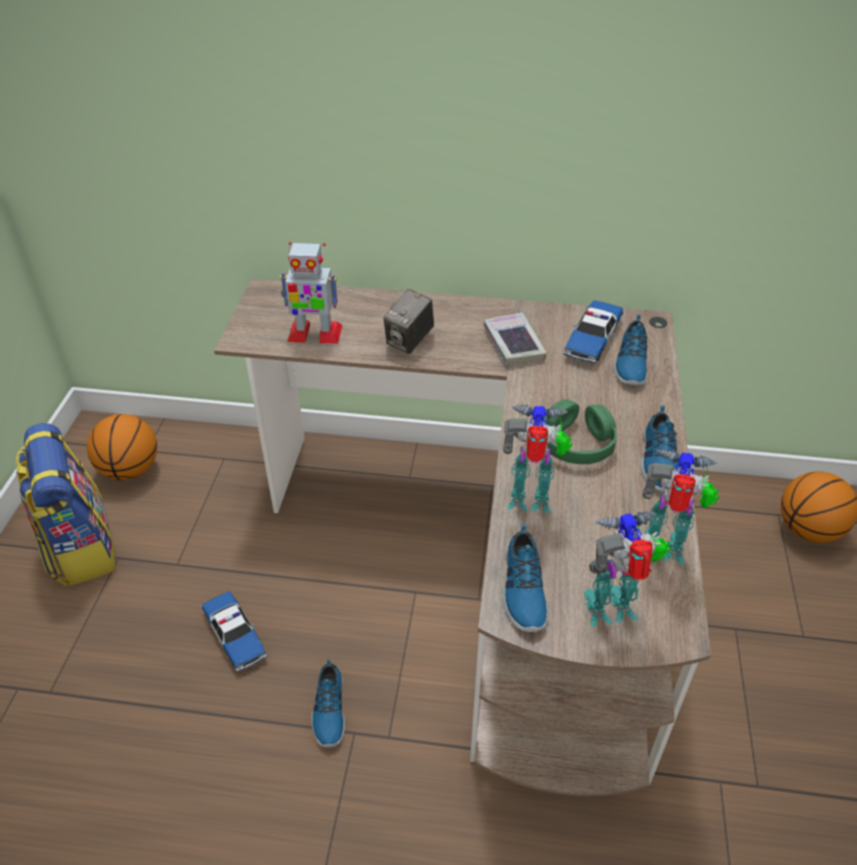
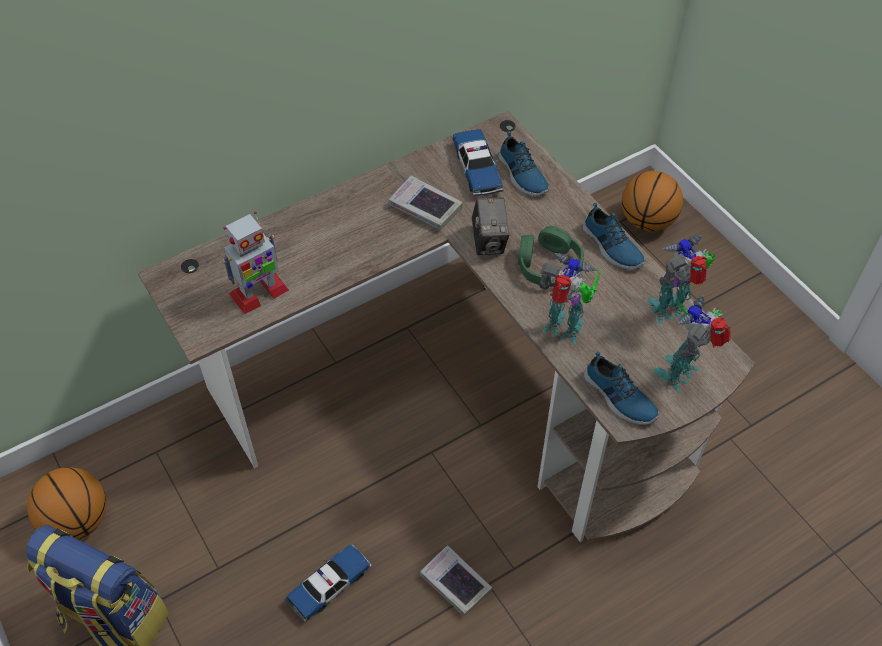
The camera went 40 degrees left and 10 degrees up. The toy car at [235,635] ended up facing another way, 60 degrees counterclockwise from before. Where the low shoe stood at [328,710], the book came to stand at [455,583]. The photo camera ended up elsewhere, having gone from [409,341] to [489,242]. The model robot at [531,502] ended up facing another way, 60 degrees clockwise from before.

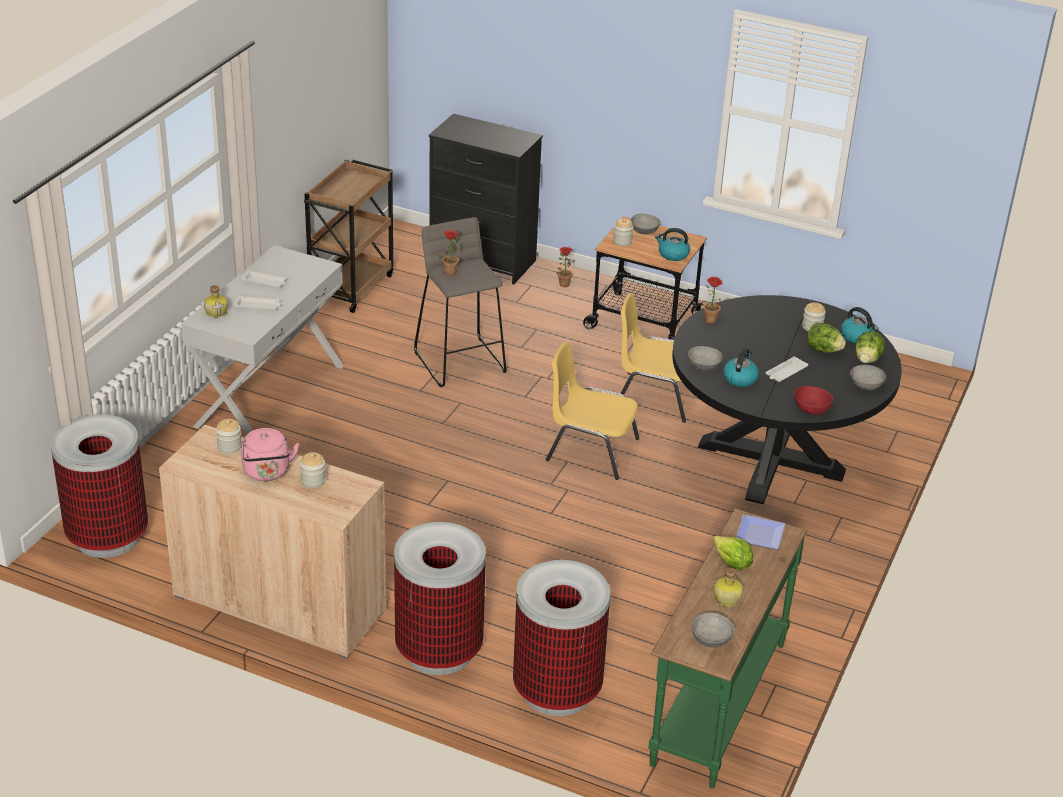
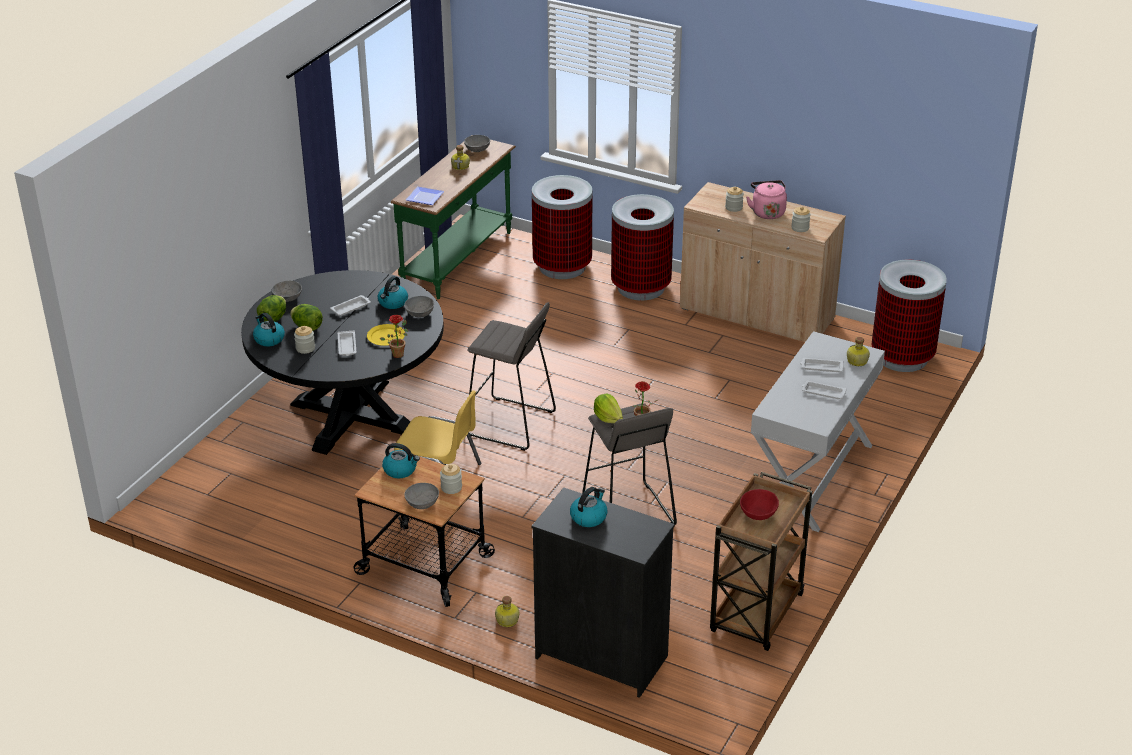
The camera went 175 degrees left and 0 degrees up. Where the yellow chair stood at [590,450], the grey sitting stool came to stand at [510,424]. Where the potted plant stood at [563,283], the drink bottle came to stand at [507,620]. The lettuce head ended up elsewhere, having gone from [732,563] to [608,418]. The red-coloured bowl ended up elsewhere, having gone from [811,409] to [758,513]. The second view gained the white-coloured tray at [347,346]. The second view gained the yellow flat dish at [386,337]. The second view gained the water kettle at [589,517].

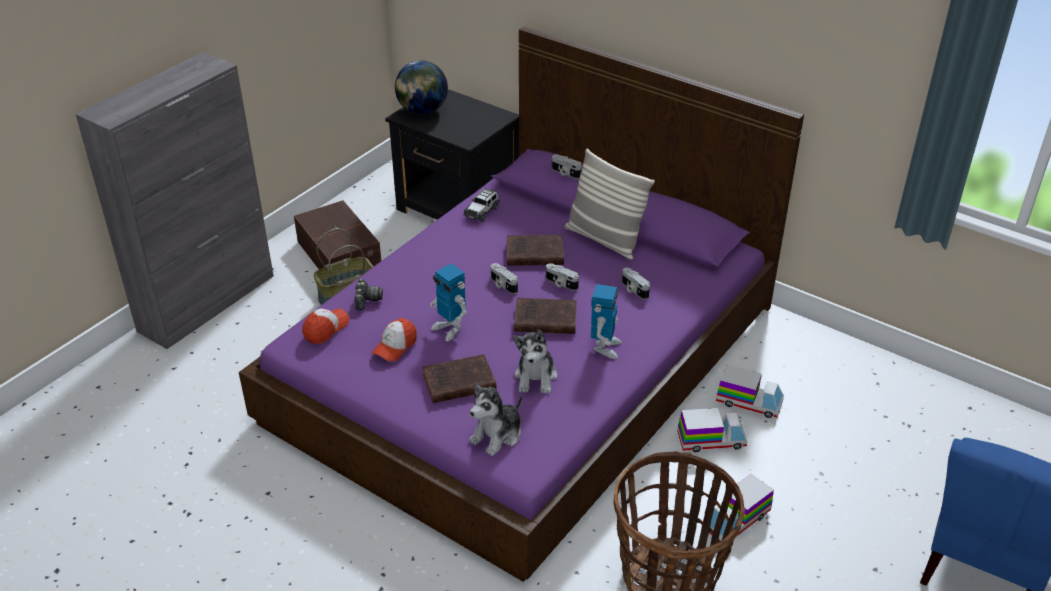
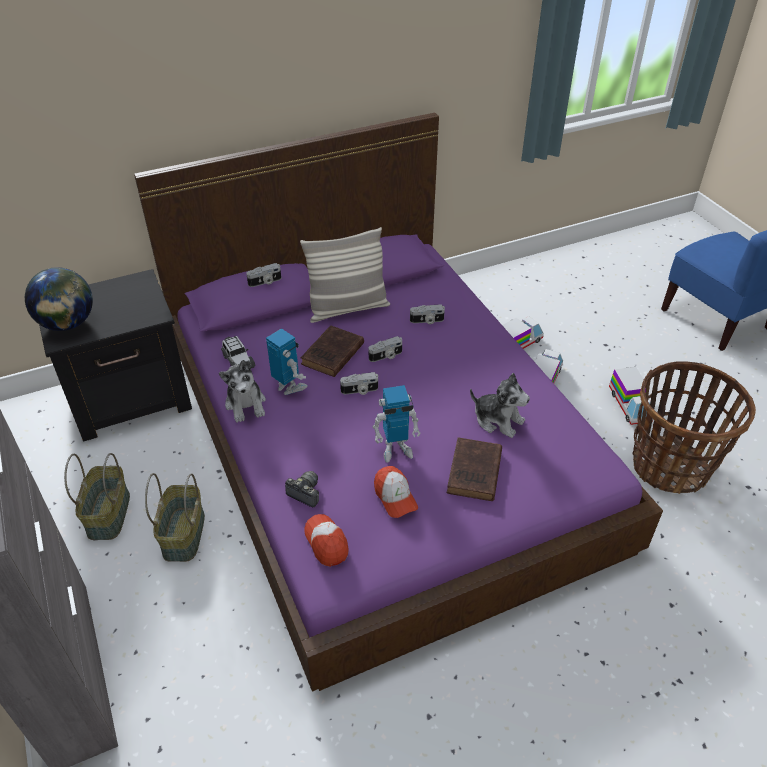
The camera went 60 degrees left and 5 degrees up. Where the brownish storage bin stood at [340,254], the basket came to stand at [108,514]. The soft toy ended up elsewhere, having gone from [497,435] to [246,404]. The second view lost the brownish book at [543,320]. The model robot ended up elsewhere, having gone from [605,348] to [289,387].

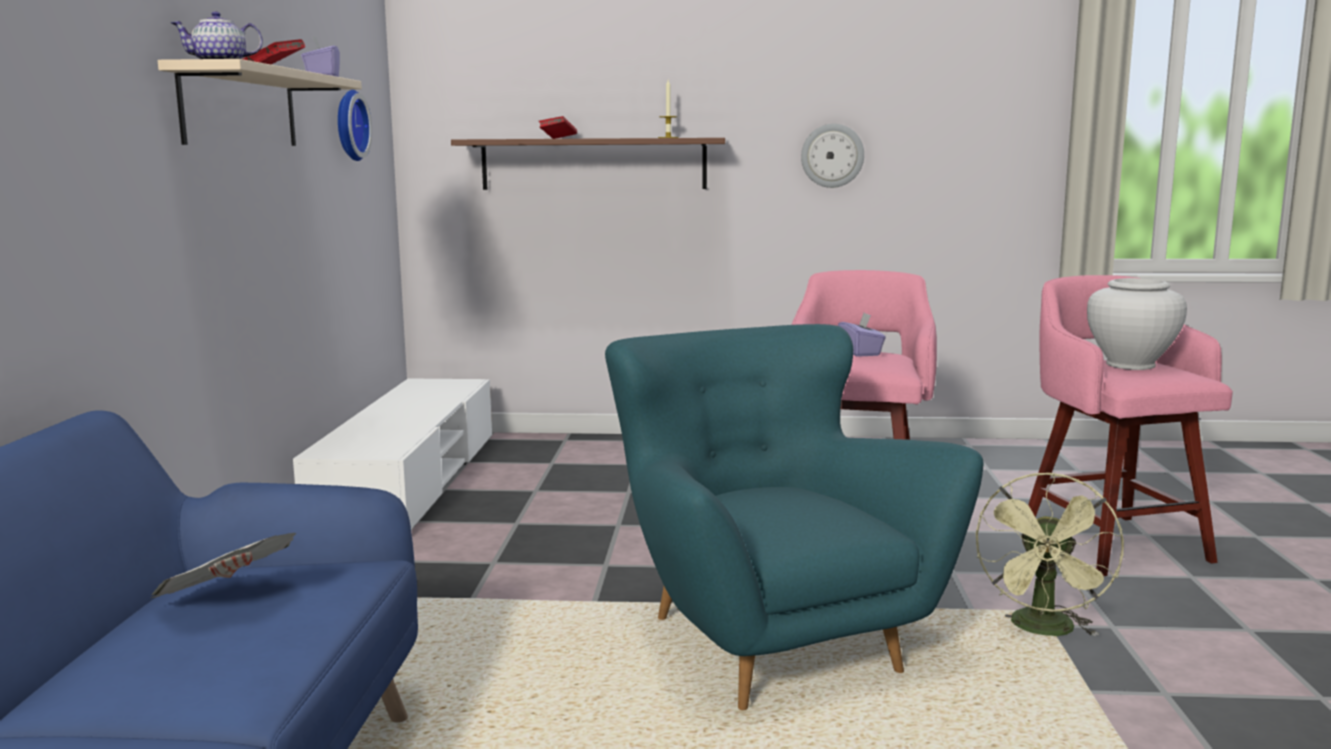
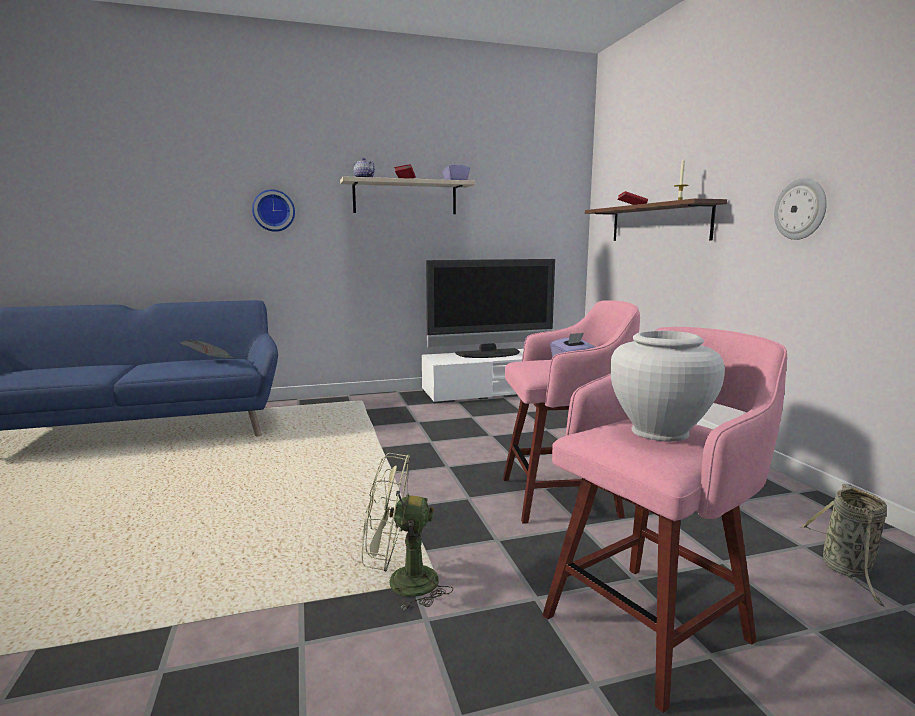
The camera went 70 degrees right and 0 degrees up. The wall clock ended up elsewhere, having gone from [348,125] to [274,210]. The second view lost the turquoise easy chair at [767,642]. The second view gained the TV set at [490,354]. The second view gained the basket at [847,570].

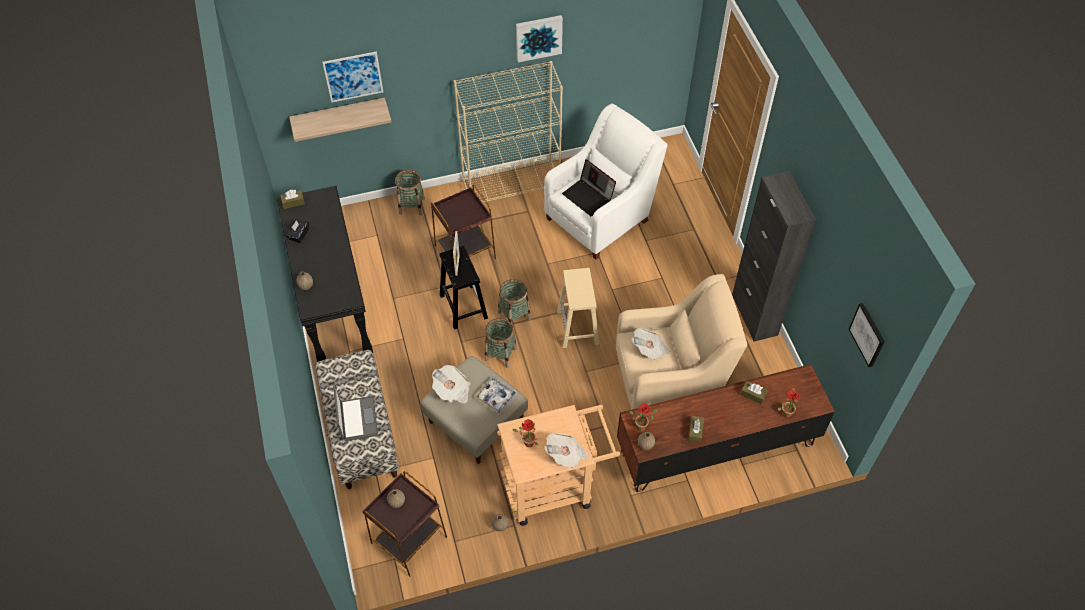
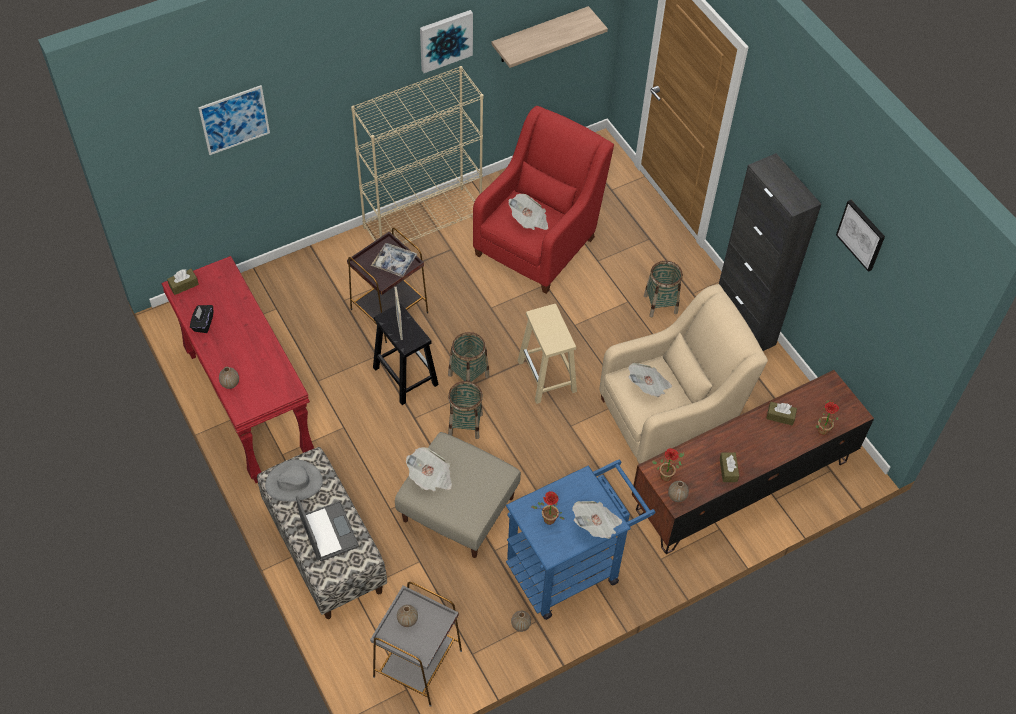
The camera went 15 degrees left and 0 degrees up. What was the black console table at [334,308] turned into the red-coloured console table at [248,406]. The wall shelf ended up elsewhere, having gone from [339,116] to [539,35]. What was the brownish end table at [409,539] turned into the grey end table at [418,663]. The basket ended up elsewhere, having gone from [412,206] to [660,304]. The tray ended up elsewhere, having gone from [496,396] to [394,263]. What was the sand-coloured cart at [555,486] turned into the bluish cart at [571,567]. What was the white-coloured easy chair at [601,217] turned into the red-coloured easy chair at [538,242]. Where the notebook computer stood at [589,197], the printed paper came to stand at [529,220]. The wall art ended up elsewhere, having gone from [868,334] to [861,234]. The second view gained the grey wearable hat at [294,483].

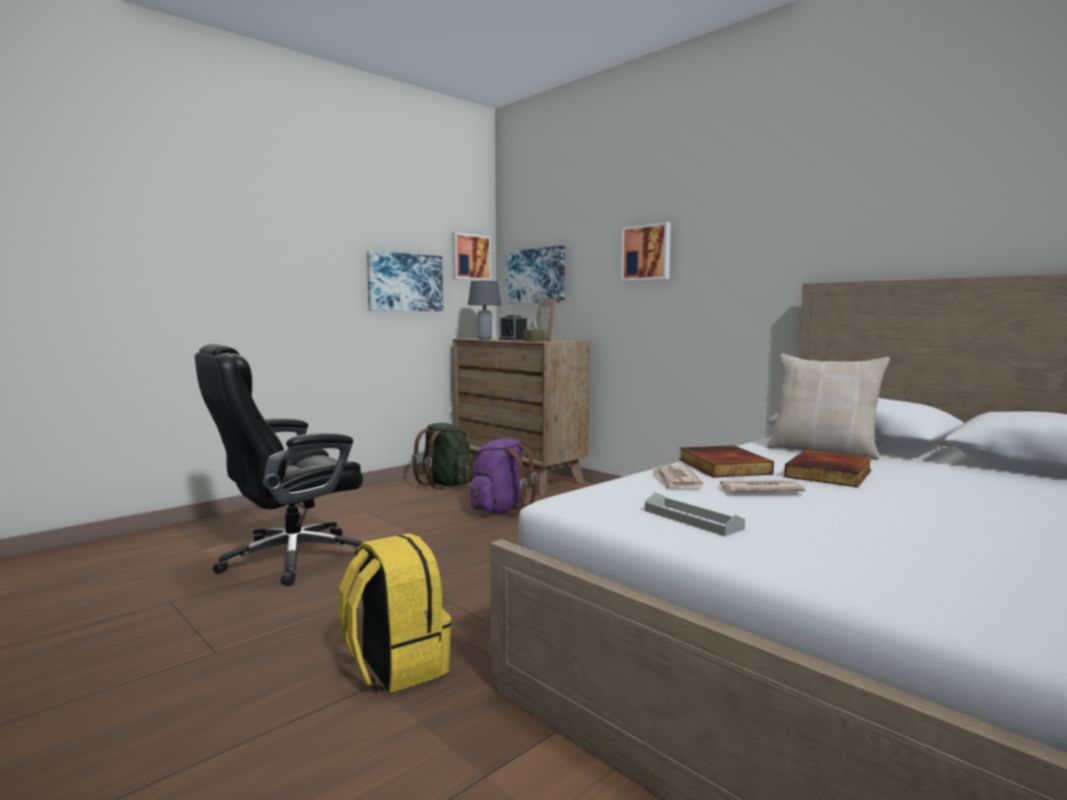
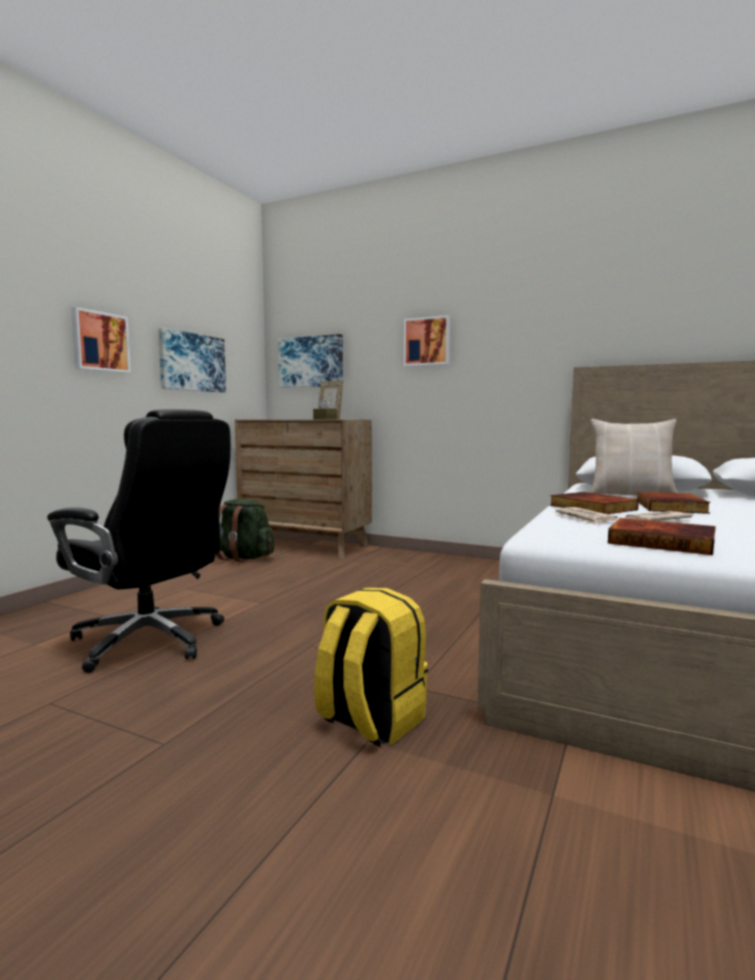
The camera went 20 degrees left and 0 degrees up. The black computer chair at [289,559] ended up facing another way, 90 degrees counterclockwise from before. The wall art ended up elsewhere, having gone from [470,257] to [100,342]. The second view lost the grey lamp for a table at [484,339]. The second view lost the purple-coloured backpack at [500,510]. The second view lost the bedside clock at [513,339]. Where the grey tray stood at [692,519], the book came to stand at [662,541].

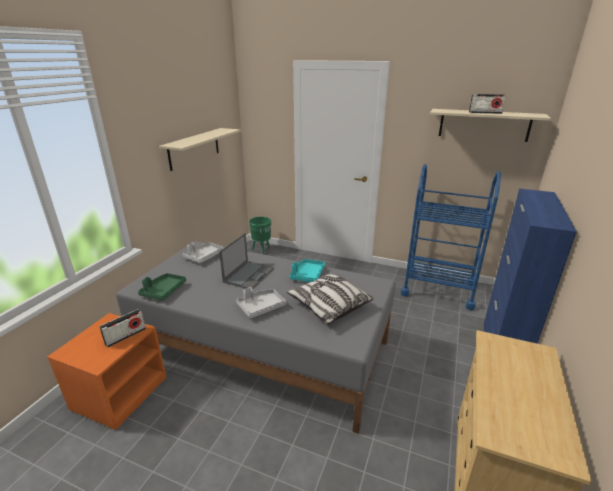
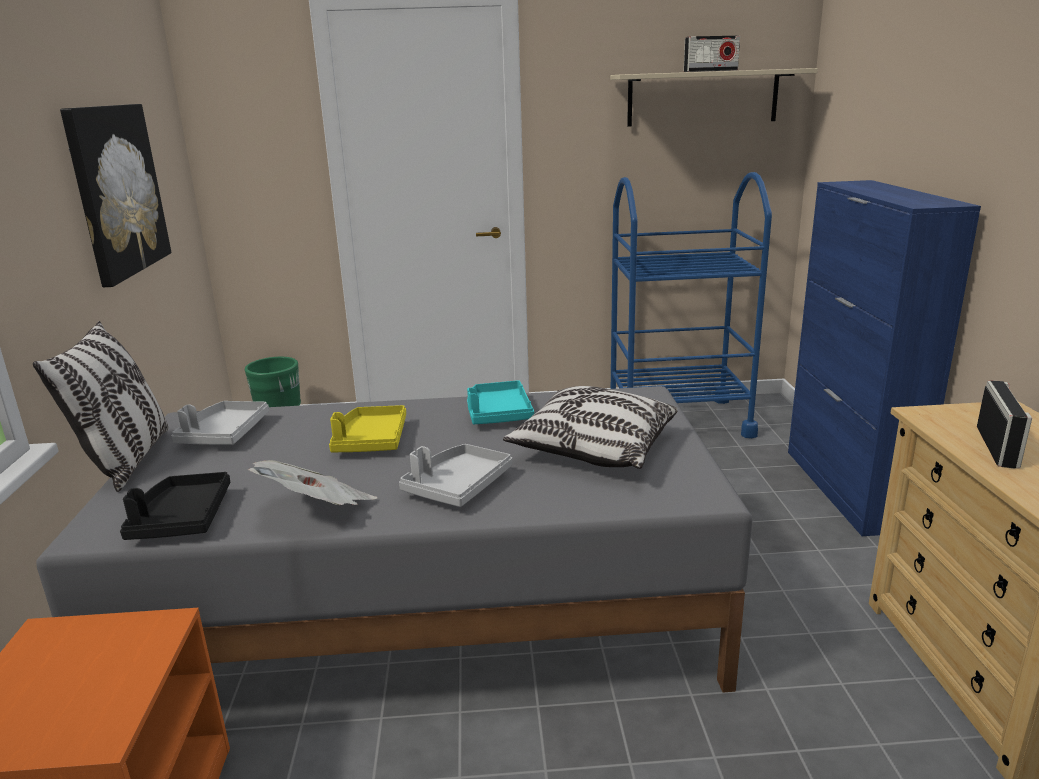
The camera went 25 degrees left and 5 degrees down. The radio receiver ended up elsewhere, having gone from [125,336] to [997,447]. What was the green tray at [163,291] turned into the black tray at [181,519]. Where the sand-coloured wall shelf hung at [194,148], the wall art came to hang at [116,190]. Where the notebook computer stood at [249,275], the yellow tray came to stand at [370,441]. The second view gained the throw pillow at [127,460]. The second view gained the printed paper at [319,510].

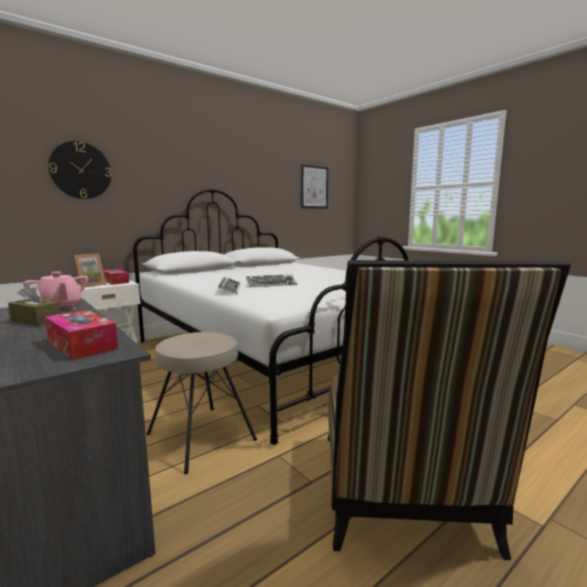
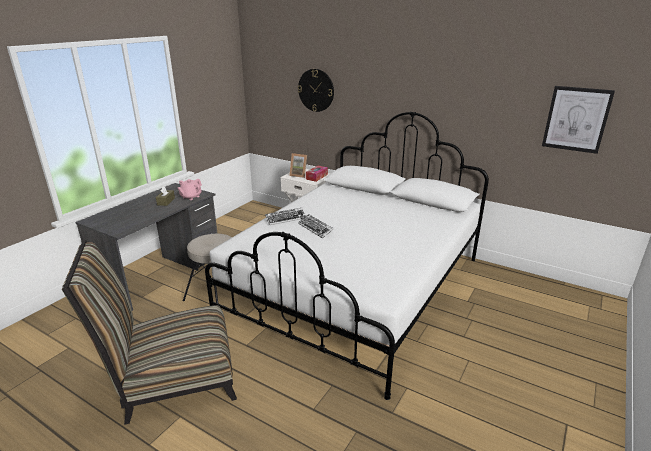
The camera went 70 degrees right and 15 degrees up. The second view lost the tissue holder at [82,345].

